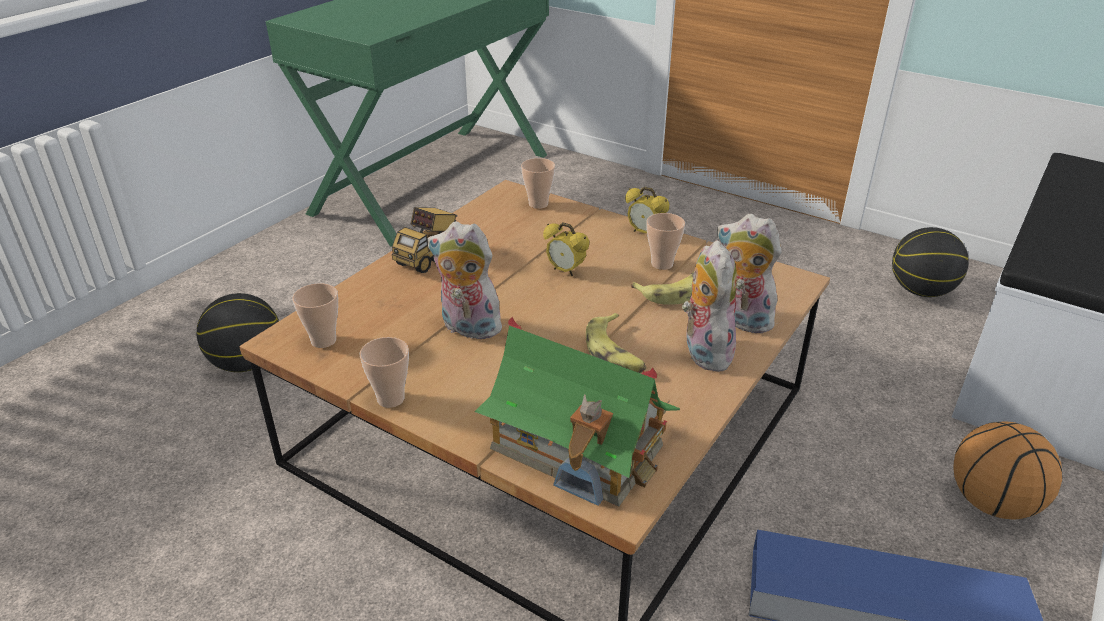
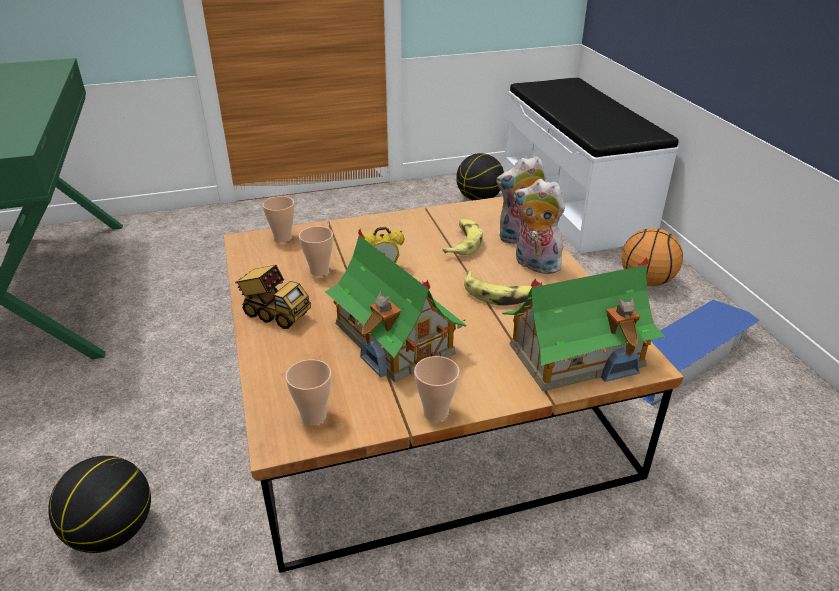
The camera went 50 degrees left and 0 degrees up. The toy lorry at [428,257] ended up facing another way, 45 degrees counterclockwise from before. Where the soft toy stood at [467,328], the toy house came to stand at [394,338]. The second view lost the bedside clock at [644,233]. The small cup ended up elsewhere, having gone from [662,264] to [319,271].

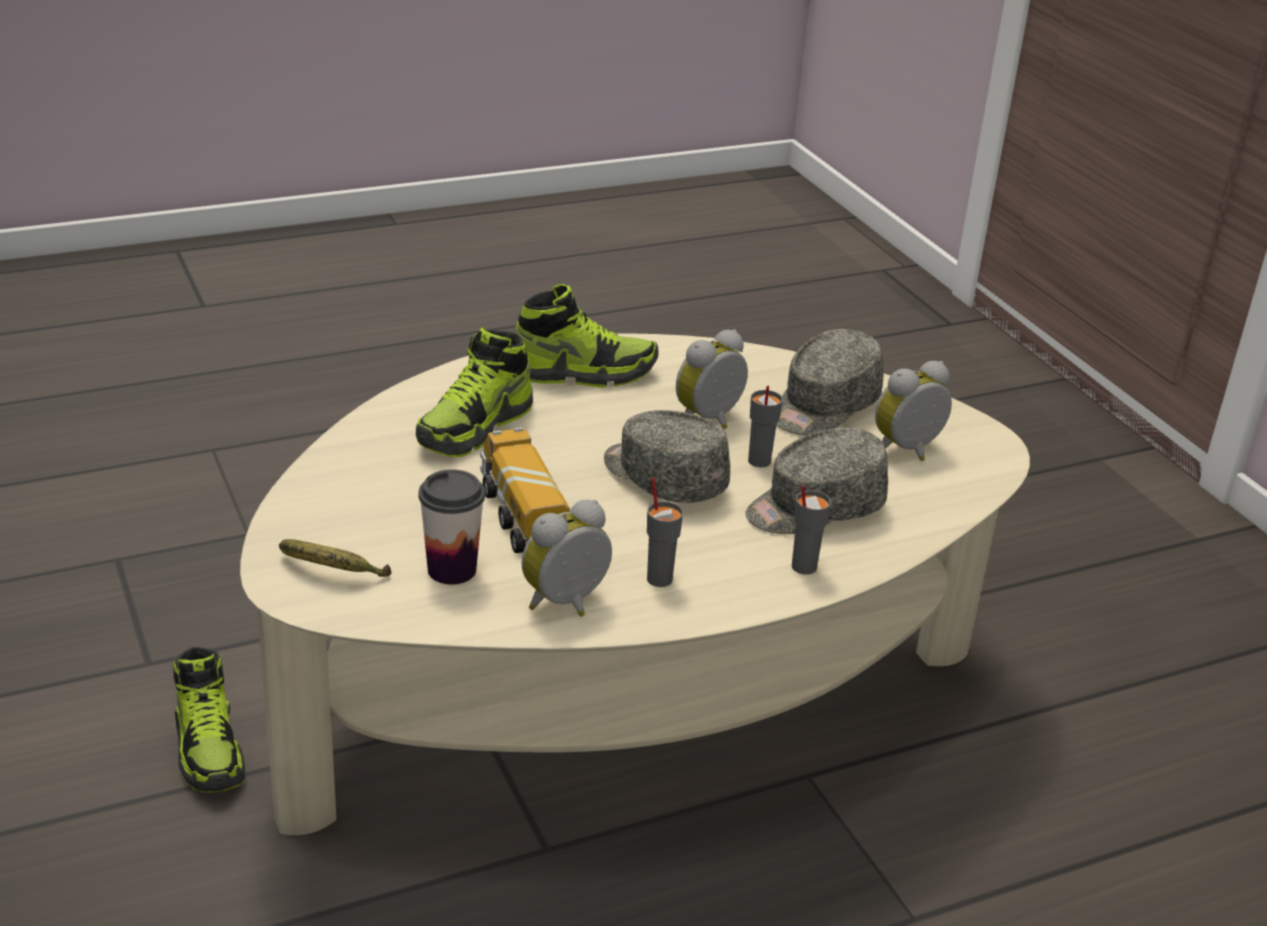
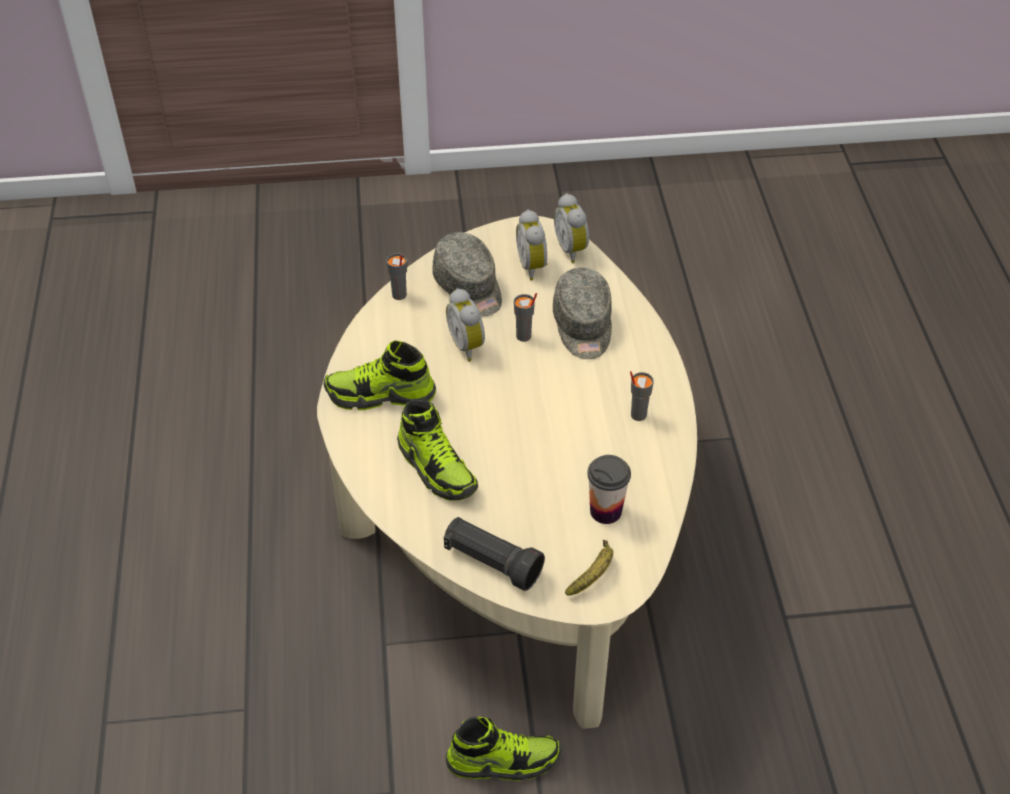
The camera went 70 degrees left and 15 degrees up. The second view lost the toy lorry at [522,517]. The low shoe at [582,372] ended up facing another way, 105 degrees counterclockwise from before. The bedside clock ended up elsewhere, having gone from [568,605] to [573,249]. The second view lost the grey cap at [662,478]. The grey small cup ended up elsewhere, having gone from [803,567] to [399,295]. The second view gained the black torch at [492,563].

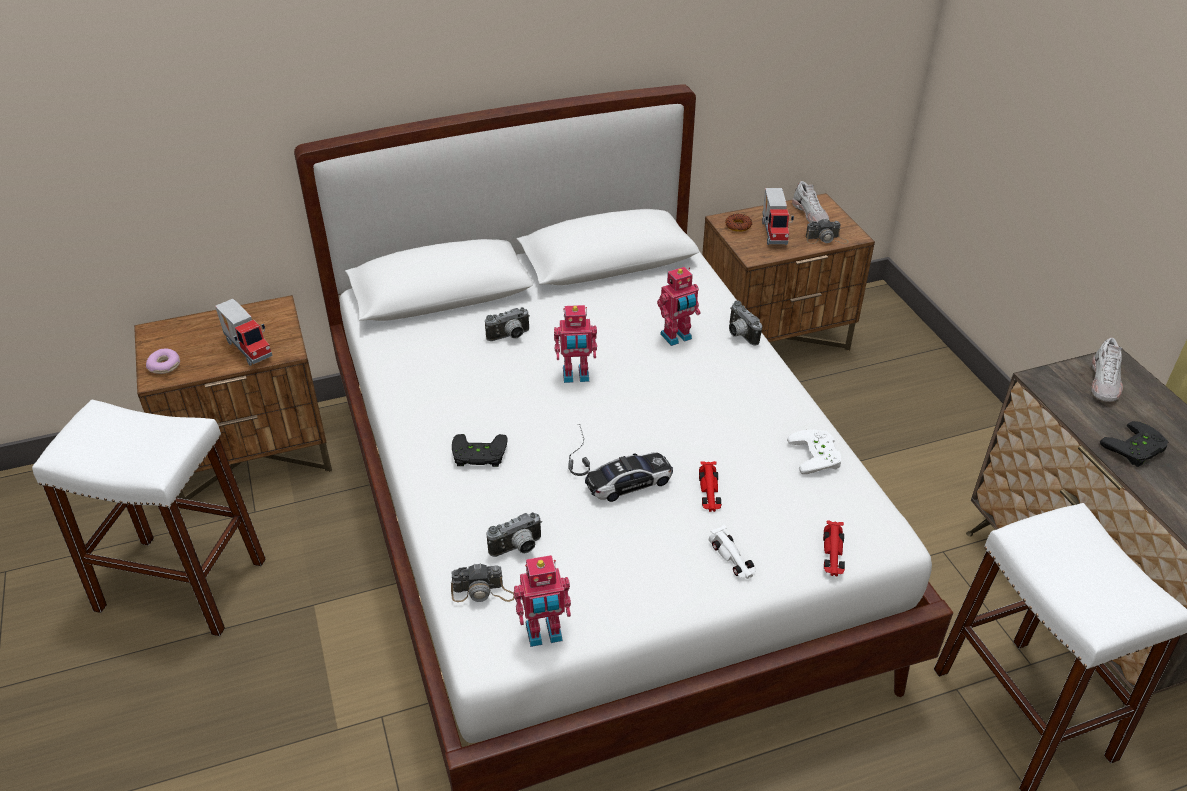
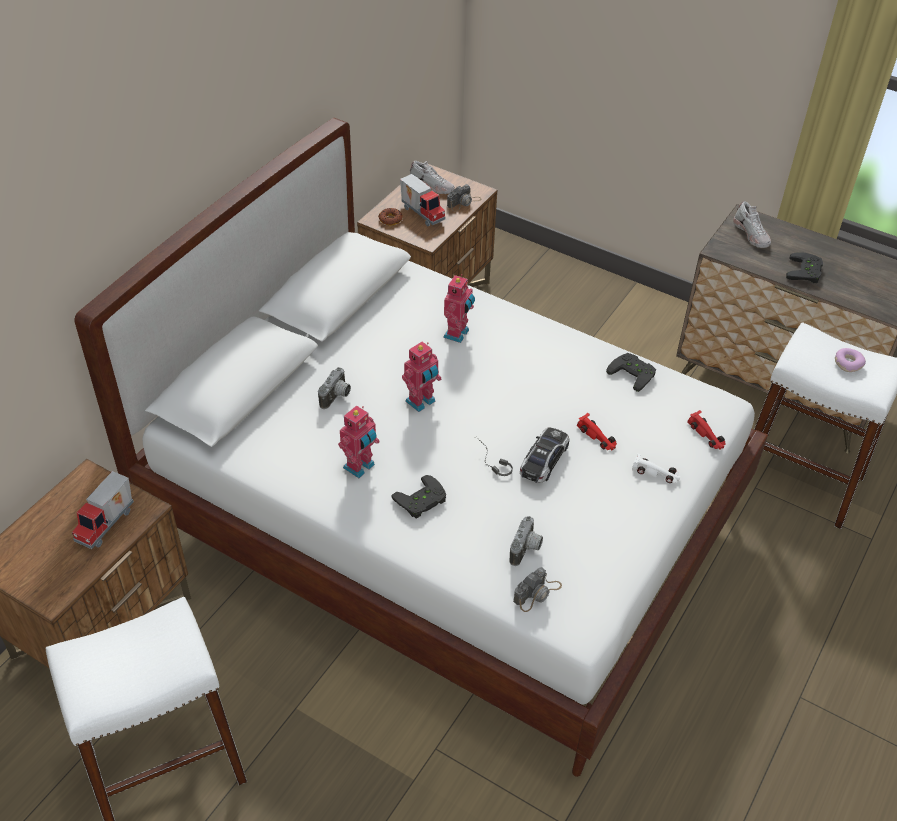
The camera went 40 degrees left and 5 degrees up. The doughnut ended up elsewhere, having gone from [165,366] to [848,363]. The toy lorry at [249,348] ended up facing another way, 105 degrees clockwise from before. The model robot ended up elsewhere, having gone from [544,634] to [360,467]. The second view lost the photo camera at [739,334]. What was the white-coloured game controller at [818,455] turned into the black game controller at [634,373].

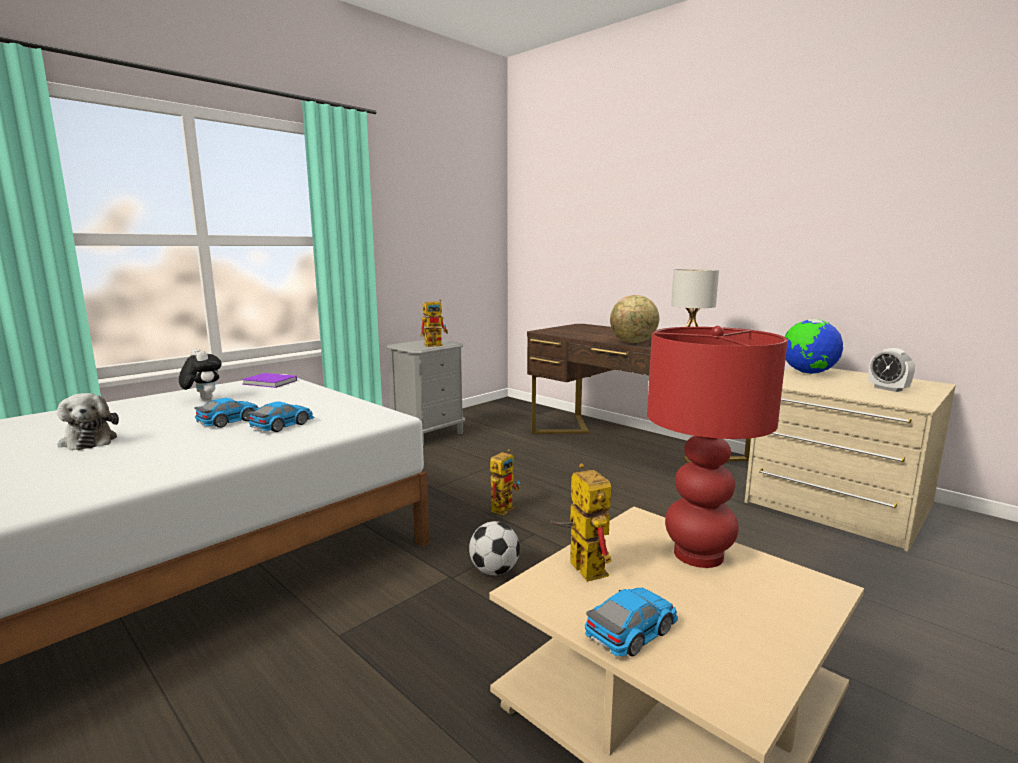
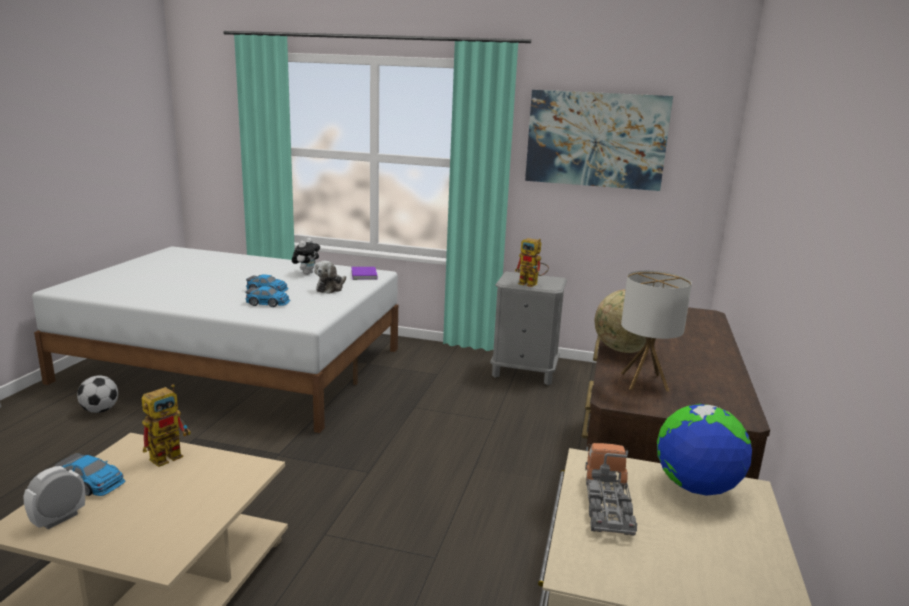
The camera went 60 degrees right and 5 degrees up. The soft toy ended up elsewhere, having gone from [89,441] to [330,288]. The football ball ended up elsewhere, having gone from [494,571] to [100,410]. The second view lost the model robot at [503,507]. The second view lost the red-coloured lamp for a table at [698,555]. The bedside clock ended up elsewhere, having gone from [888,389] to [59,519]. The second view gained the wall art at [596,139]. The second view gained the toy lorry at [607,506].

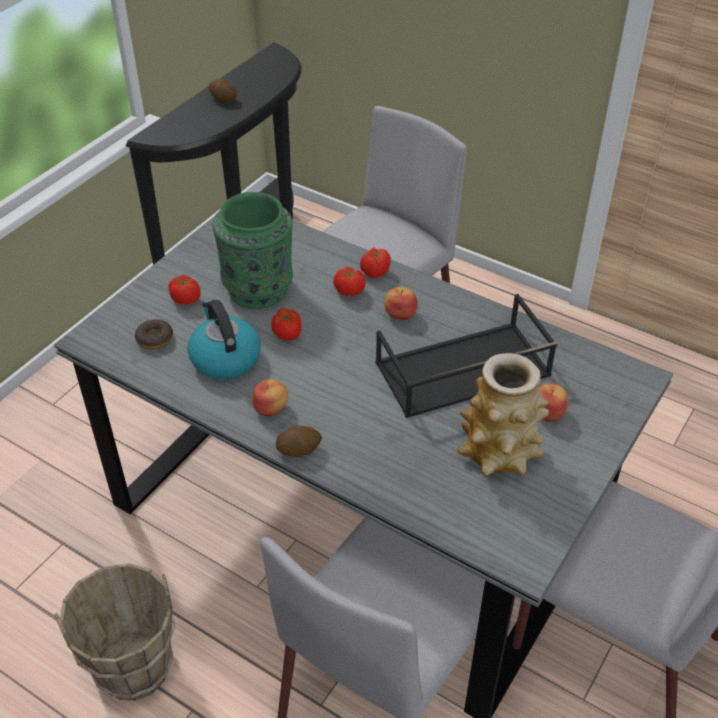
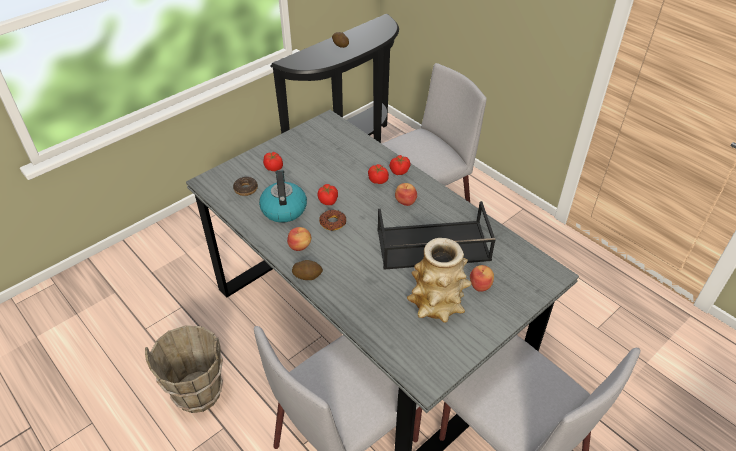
The camera went 15 degrees right and 0 degrees up. The second view lost the green flower vase at [258,288]. The second view gained the doughnut at [333,222].

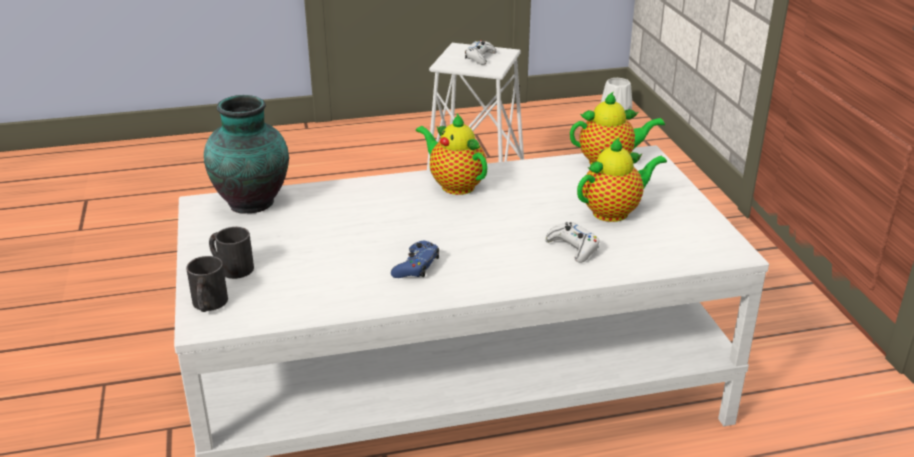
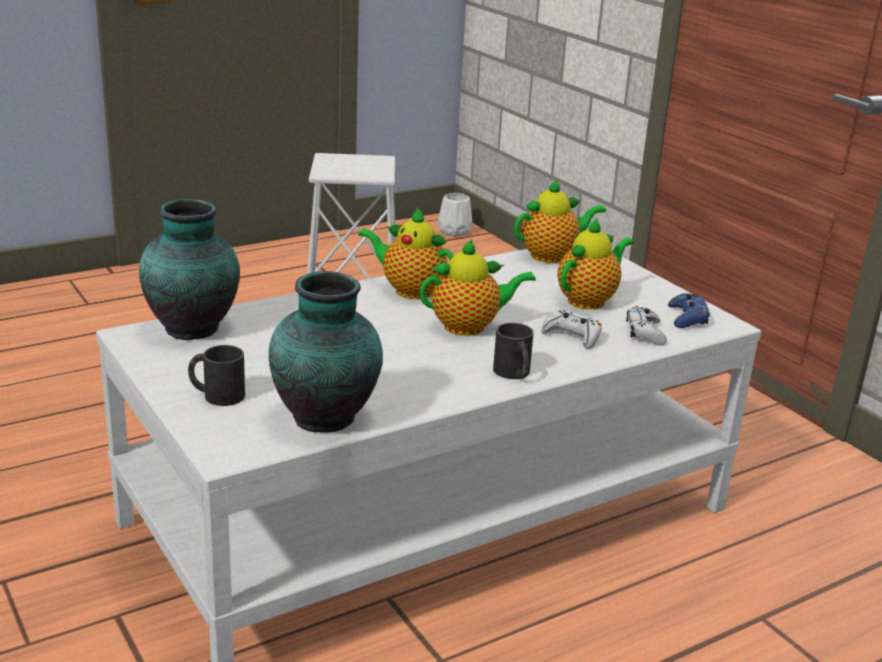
The camera went 20 degrees left and 5 degrees down. The black tea mug ended up elsewhere, having gone from [208,305] to [514,374]. The bluish game controller ended up elsewhere, having gone from [416,266] to [687,318]. The white-coloured game controller ended up elsewhere, having gone from [480,57] to [644,333]. The second view gained the flower vase at [327,417]. The second view gained the teapot at [469,327].

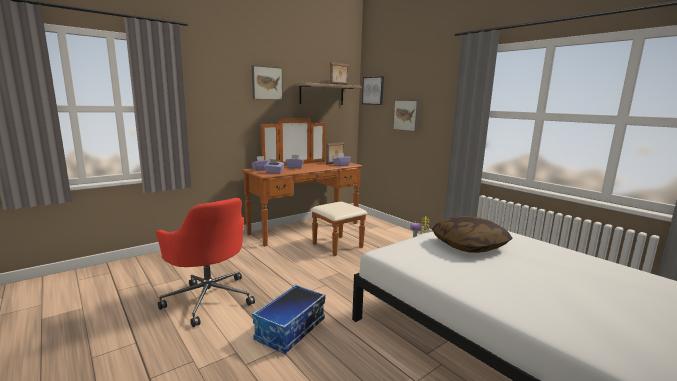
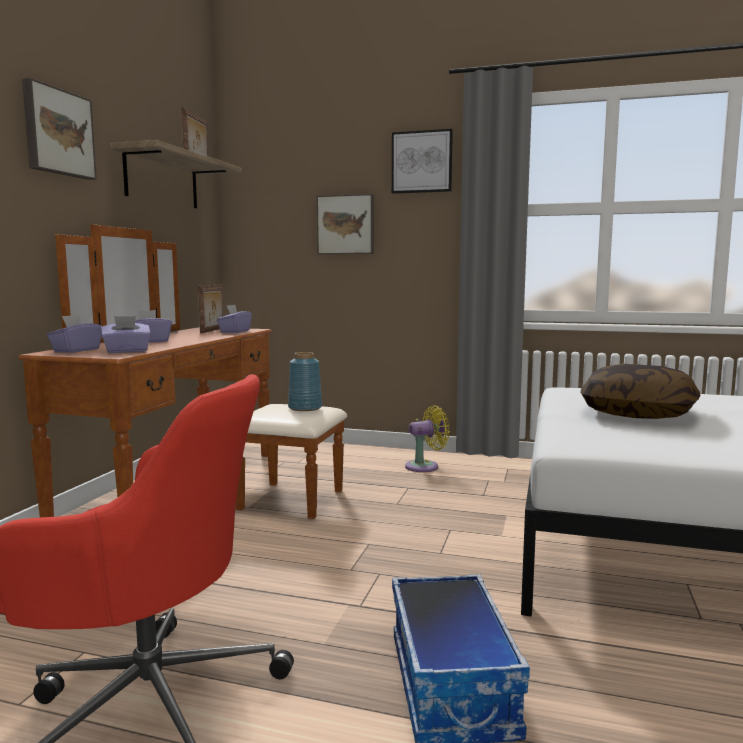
The camera went 35 degrees left and 5 degrees down. The wall art ended up elsewhere, having gone from [373,90] to [422,162]. The second view gained the bluish flower vase at [304,408].

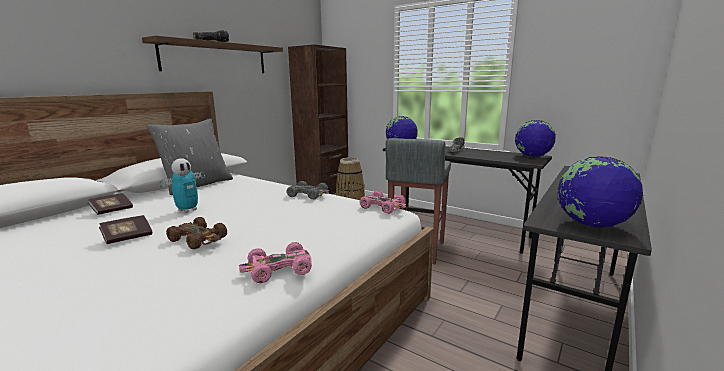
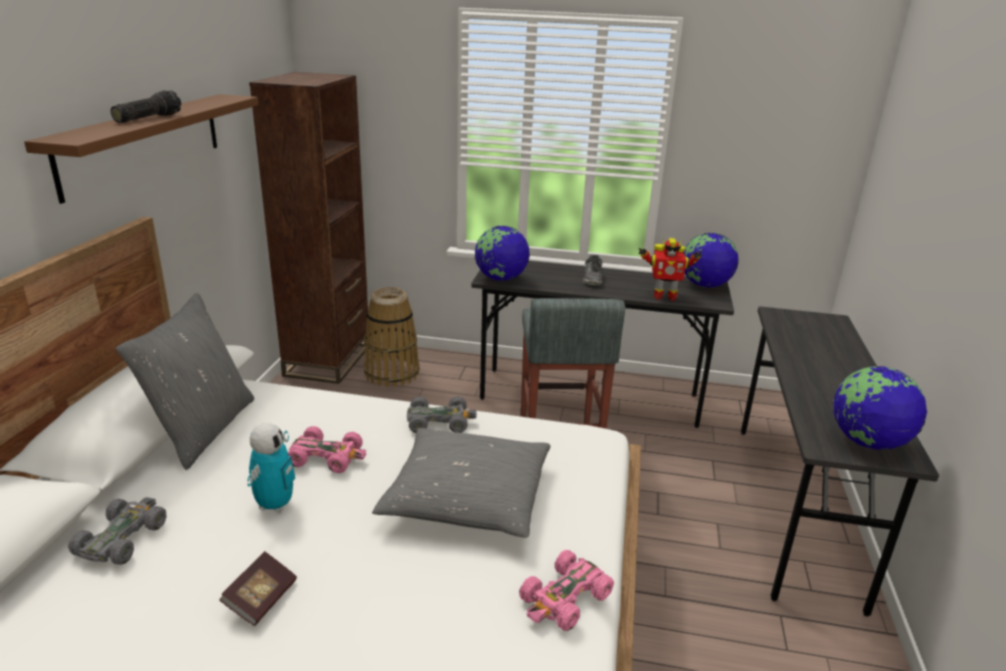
The camera went 25 degrees left and 10 degrees up. Where the book stood at [112,210], the grey toy car came to stand at [122,538]. The second view lost the brownish toy car at [199,239]. The pink toy car ended up elsewhere, having gone from [383,207] to [327,457]. The second view gained the grey throw pillow at [467,497]. The second view gained the model robot at [664,296].

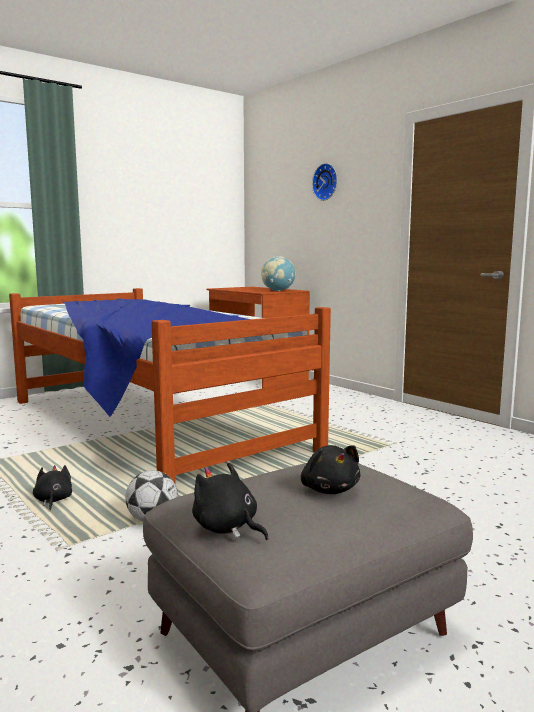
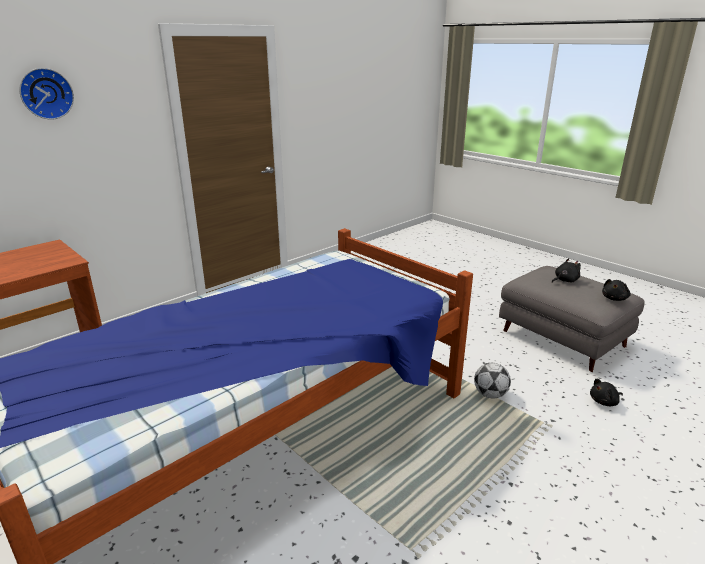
The camera went 95 degrees left and 15 degrees up. The black soft toy ended up elsewhere, having gone from [53,500] to [604,402]. The second view lost the desk globe at [278,291].

